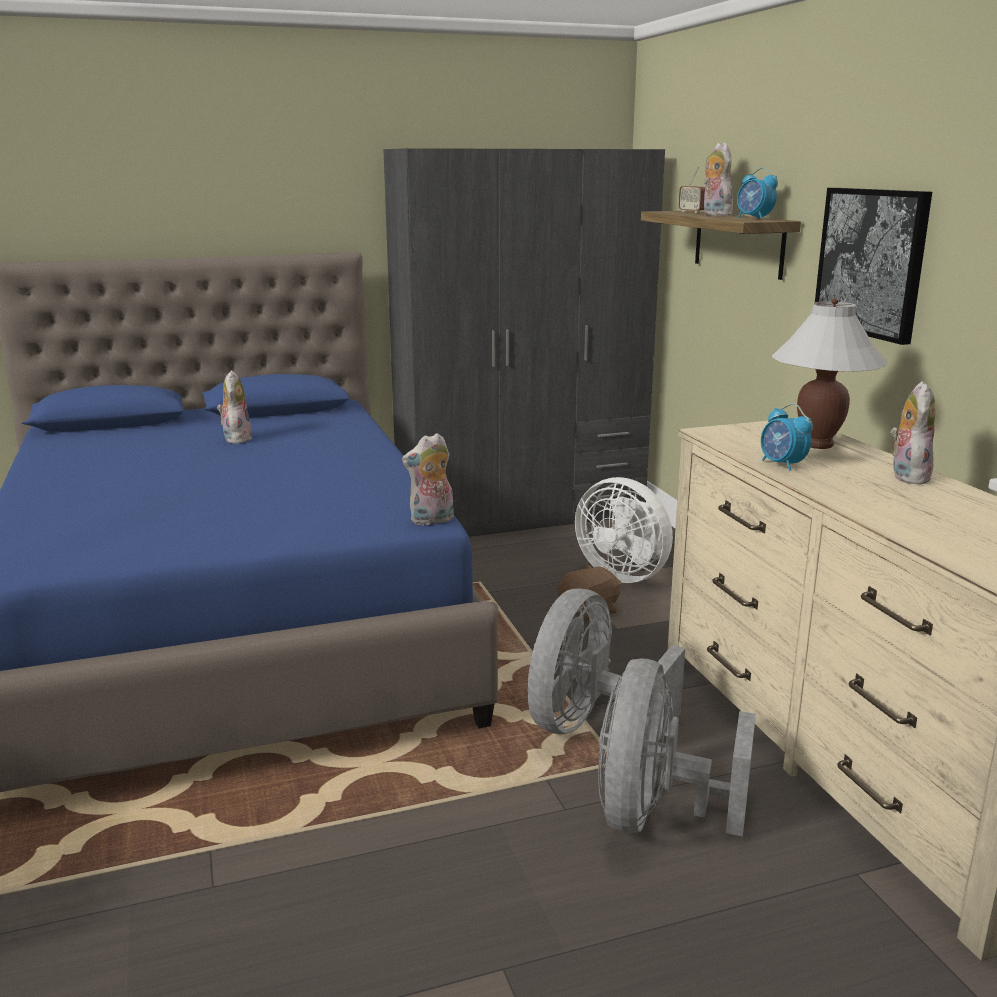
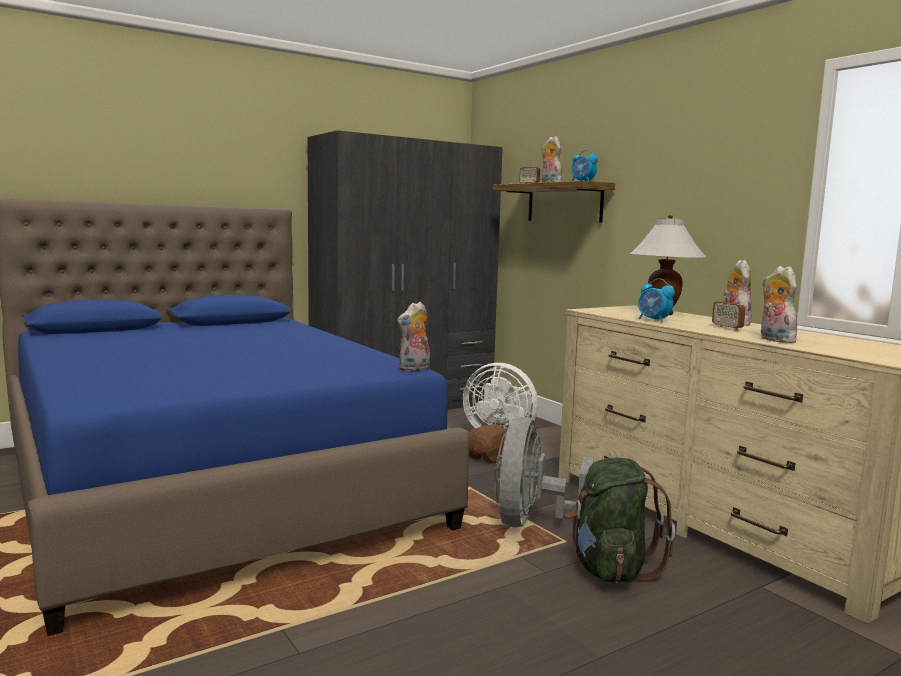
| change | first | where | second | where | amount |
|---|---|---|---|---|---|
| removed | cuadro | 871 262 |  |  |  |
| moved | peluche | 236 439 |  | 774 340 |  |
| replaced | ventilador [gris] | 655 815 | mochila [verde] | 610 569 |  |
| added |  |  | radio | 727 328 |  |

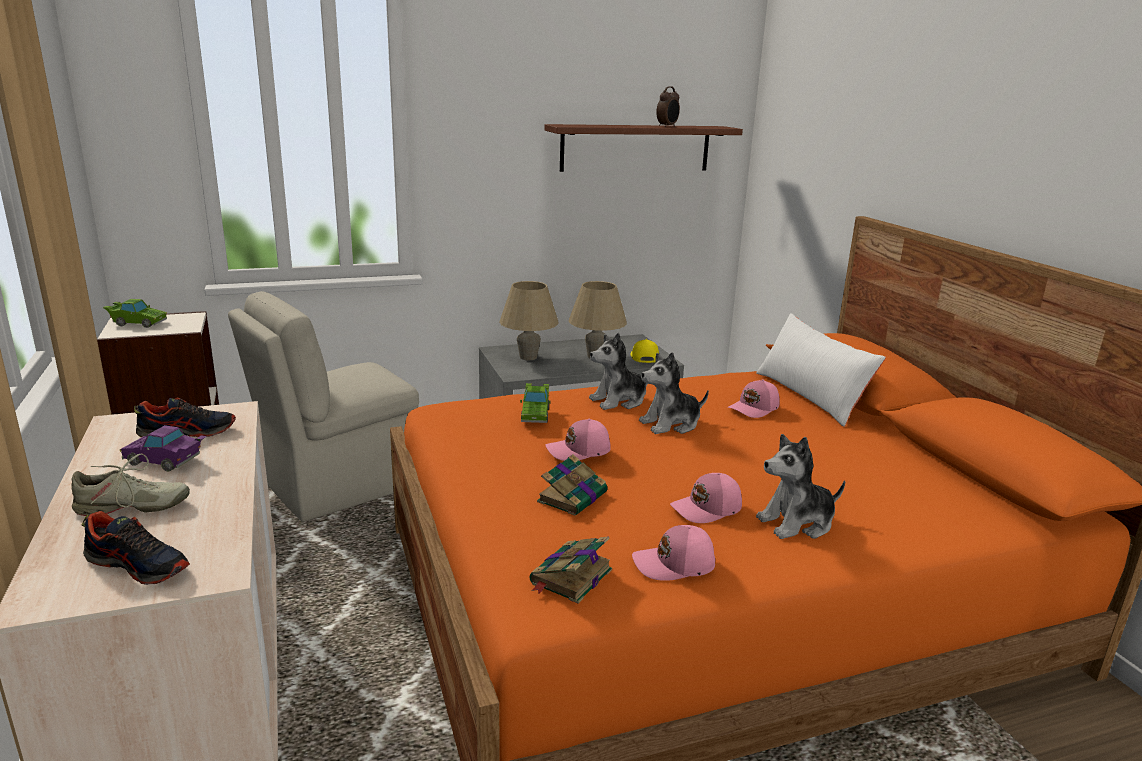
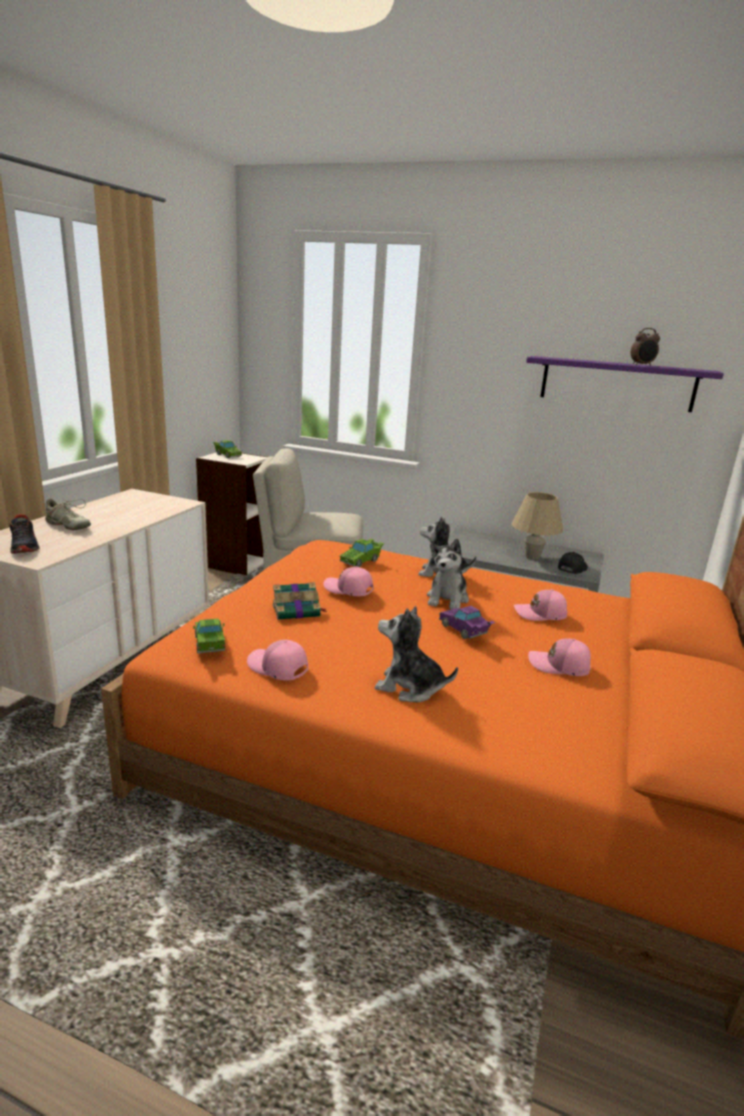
| change | first | where | second | where | amount |
|---|---|---|---|---|---|
| recoloured | estante [marrón] | 636 148 | estante [morado] | 617 383 |  |
| removed | lámpara de mesa [beis] | 528 357 |  |  |  |
| removed | cojín [blanco] | 810 396 |  |  |  |
| recoloured | gorra [amarillo] | 643 357 | gorra [negro] | 571 568 |  |
| turned | peluche | 671 424 |  | 447 599 | 90 degrees counterclockwise |
| removed | zapato | 188 432 |  |  |  |
| moved | coche de juguete [morado] | 166 461 |  | 465 631 |  |
| moved | gorra [rosa] | 707 509 |  | 559 666 |  |
| replaced | libro | 570 577 | coche de juguete [verde] | 210 645 |  |

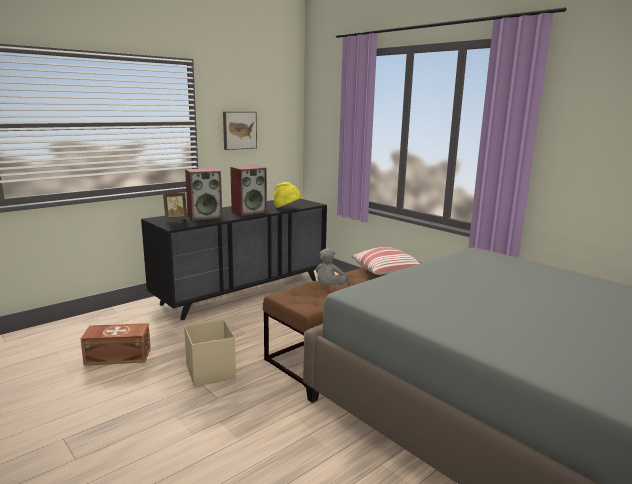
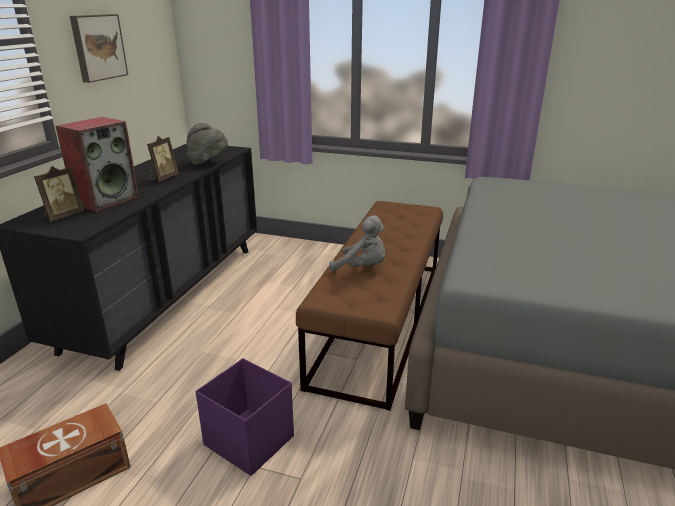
| change | first | where | second | where | amount |
|---|---|---|---|---|---|
| replaced | altavoz | 249 212 | portarretratos | 163 178 |  |
| recoloured | sombrero [amarillo] | 286 208 | sombrero [gris] | 208 163 |  |
| removed | cojín | 387 272 |  |  |  |
| turned | peluche [gris] | 329 287 |  | 362 268 | 60 degrees counterclockwise |
| recoloured | caja de almacenaje [beis] | 211 371 | caja de almacenaje [morado] | 248 440 |  |

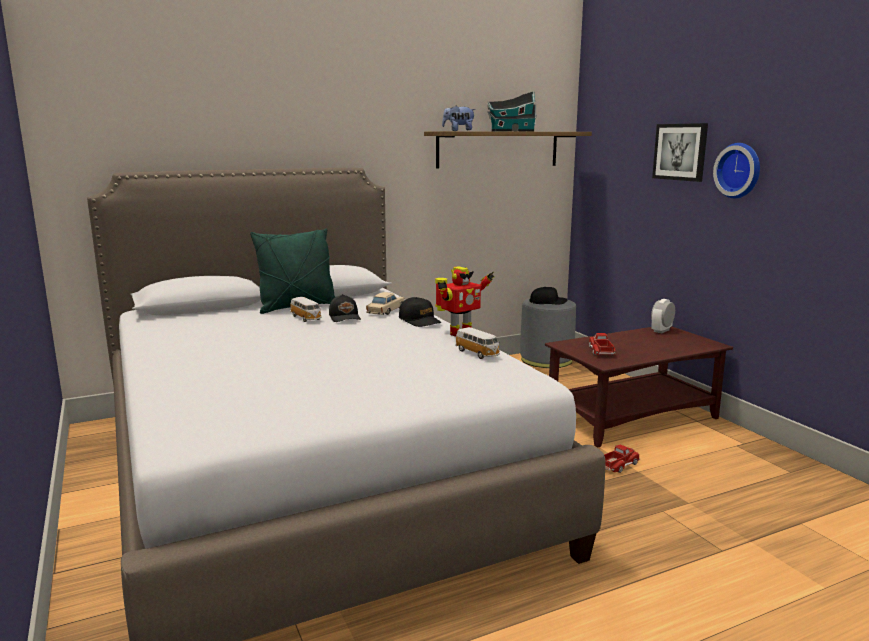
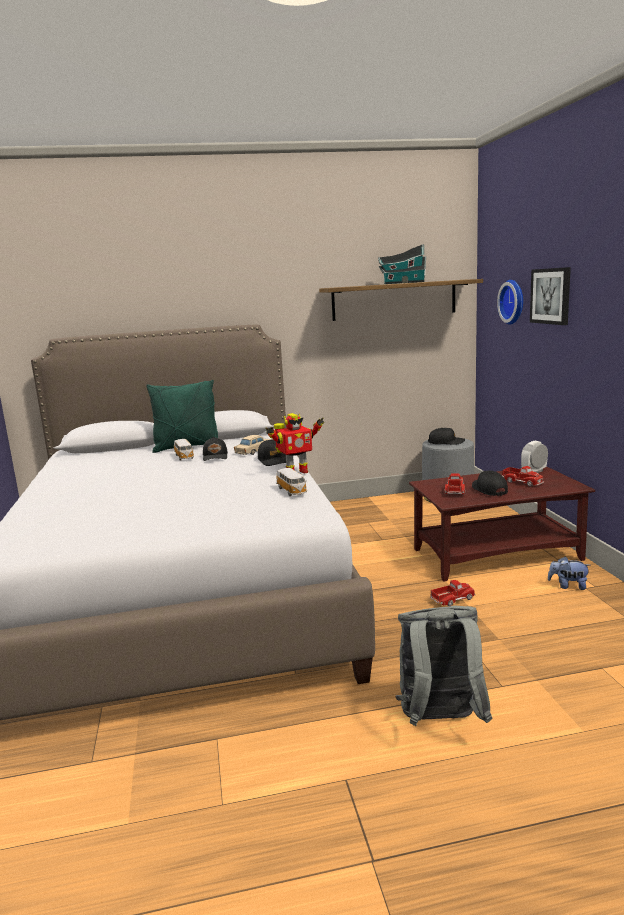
| change | first | where | second | where | amount |
|---|---|---|---|---|---|
| moved | peluche | 458 131 |  | 568 586 |  |
| moved | reloj de pared | 740 170 |  | 514 302 |  |
| added |  |  | camión de juguete | 522 482 |  |
| added |  |  | gorra [negro] | 489 489 |  |
| added |  |  | mochila [gris] | 440 721 |  |

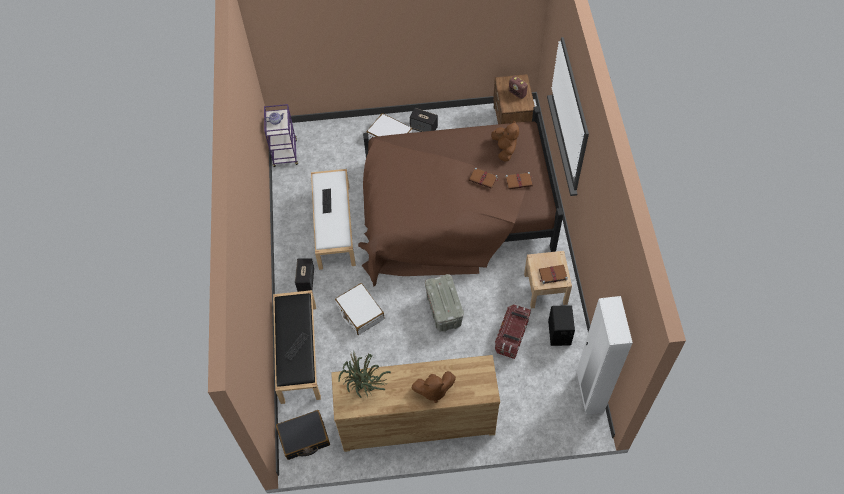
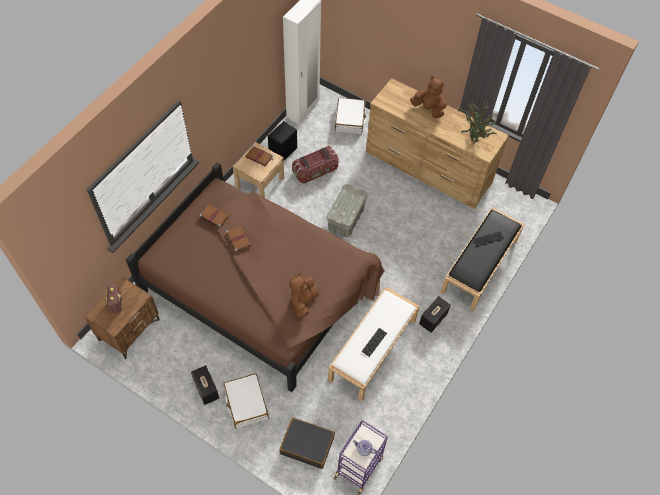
| change | first | where | second | where | amount |
|---|---|---|---|---|---|
| moved | peluche [marrón] | 505 149 |  | 303 301 |  |
| moved | maleta [blanco] | 360 312 |  | 350 120 |  |
| moved | maleta [negro] | 304 438 |  | 307 445 |  |

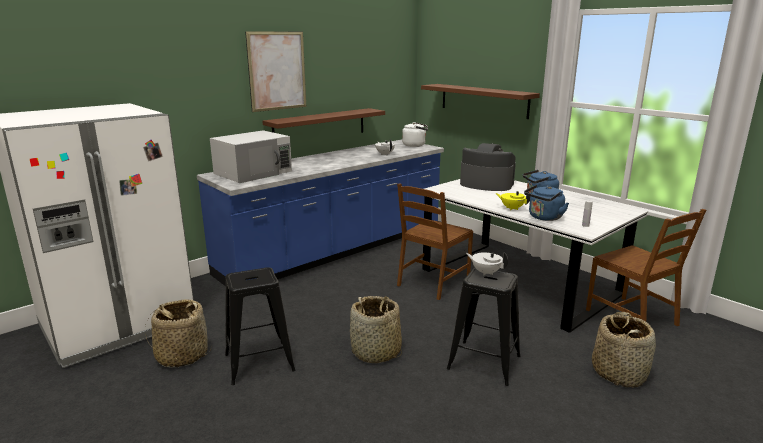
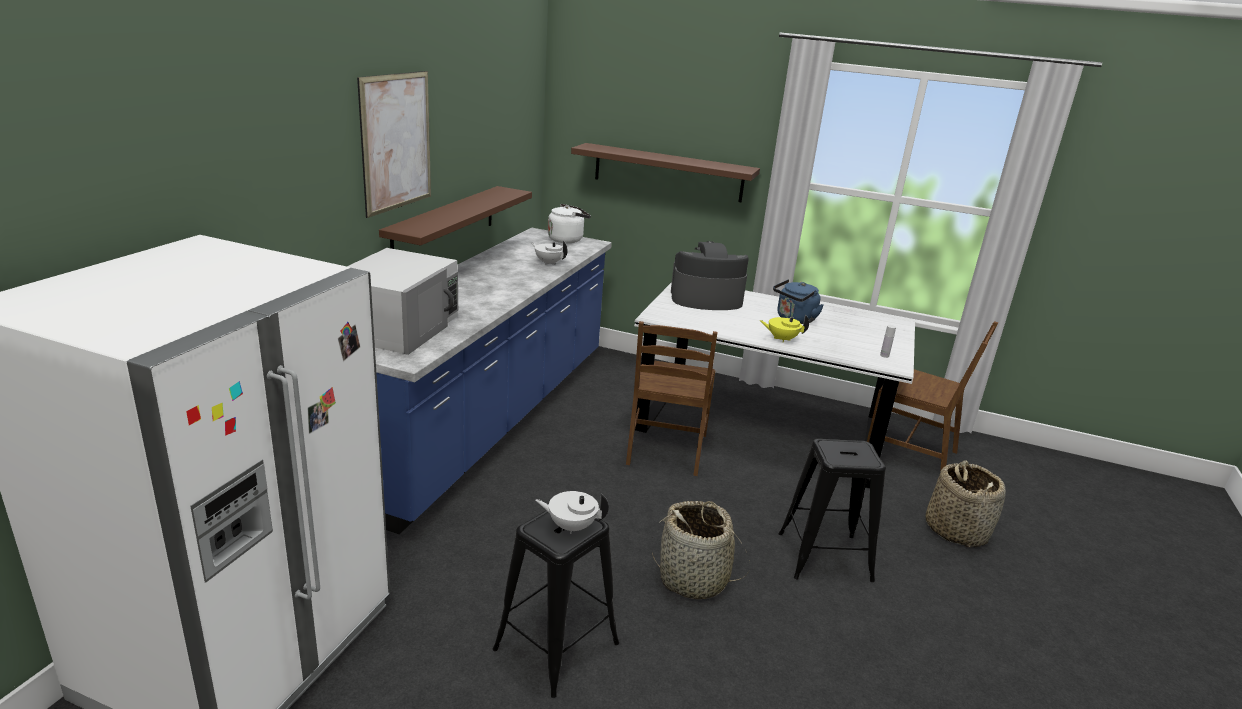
| change | first | where | second | where | amount |
|---|---|---|---|---|---|
| removed | hervidor [azul] | 544 218 |  |  |  |
| moved | tetera [blanco] | 486 272 |  | 571 526 |  |
| removed | cesta | 182 355 |  |  |  |

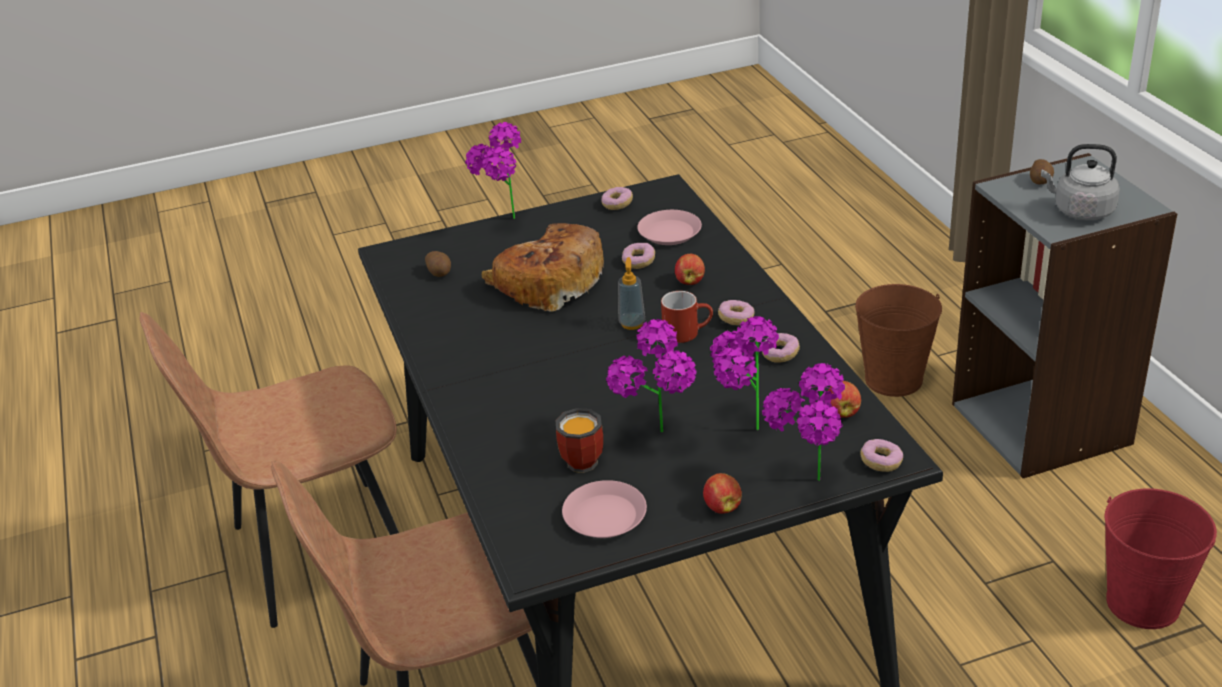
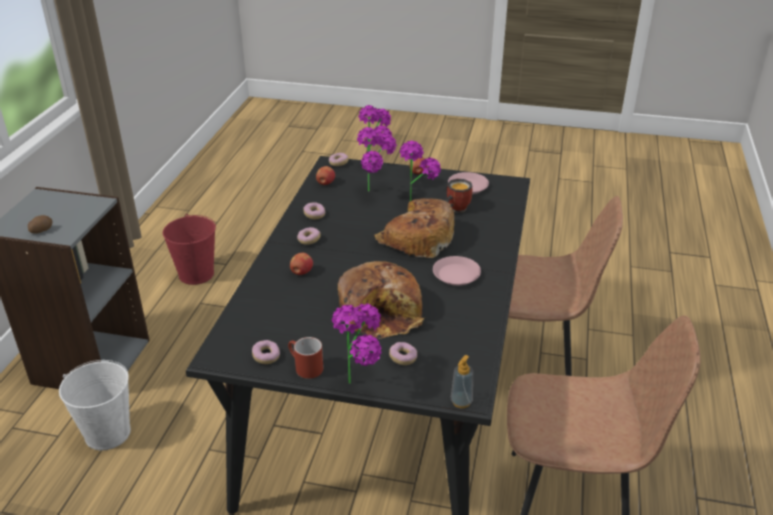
| change | first | where | second | where | amount |
|---|---|---|---|---|---|
| removed | hervidor [gris] | 1080 211 |  |  |  |
| moved | plato [rosa] | 669 232 |  | 456 275 |  |
| moved | rosquilla | 638 262 |  | 403 358 |  |
| removed | patata | 440 272 |  |  |  |
| moved | dispensador de jabón | 632 323 |  | 461 402 |  |
| recoloured | cubo [marrón] | 893 379 | cubo [blanco] | 107 433 |  |
| moved | taza grande [rojo] | 687 332 |  | 304 367 |  |
| added |  |  | pan | 416 238 |  |

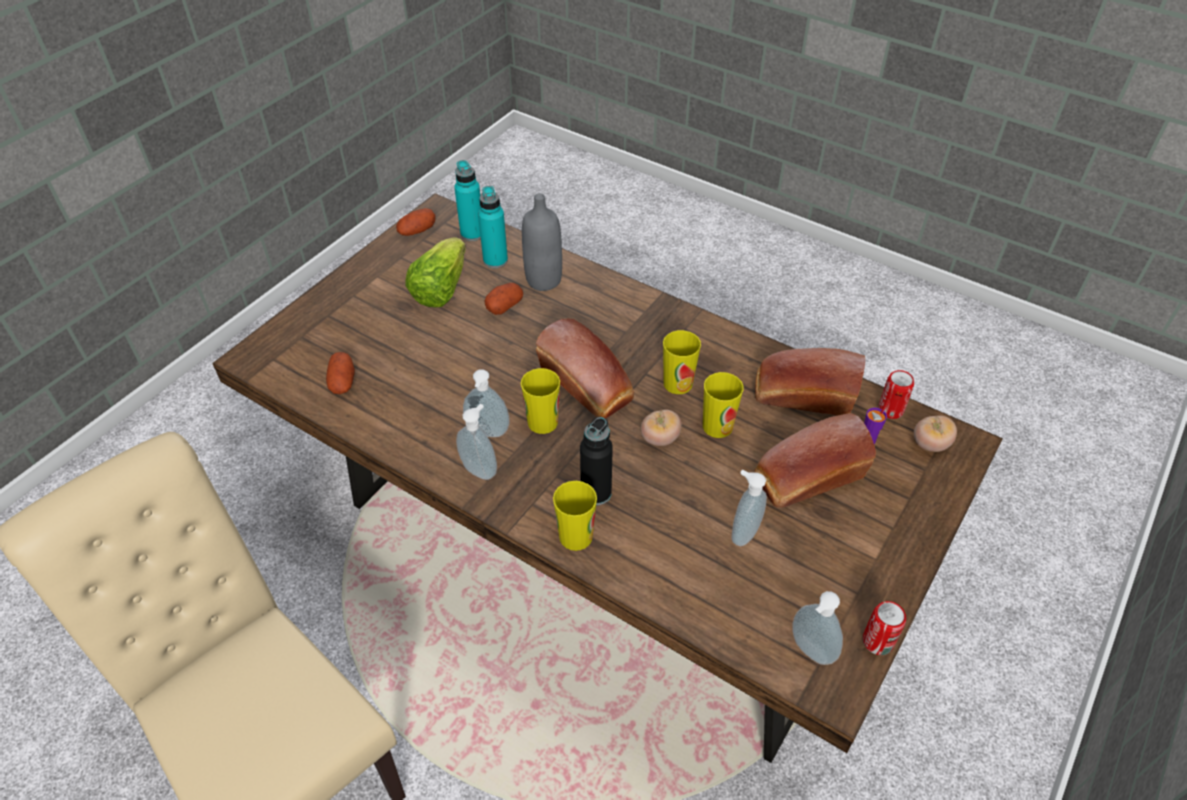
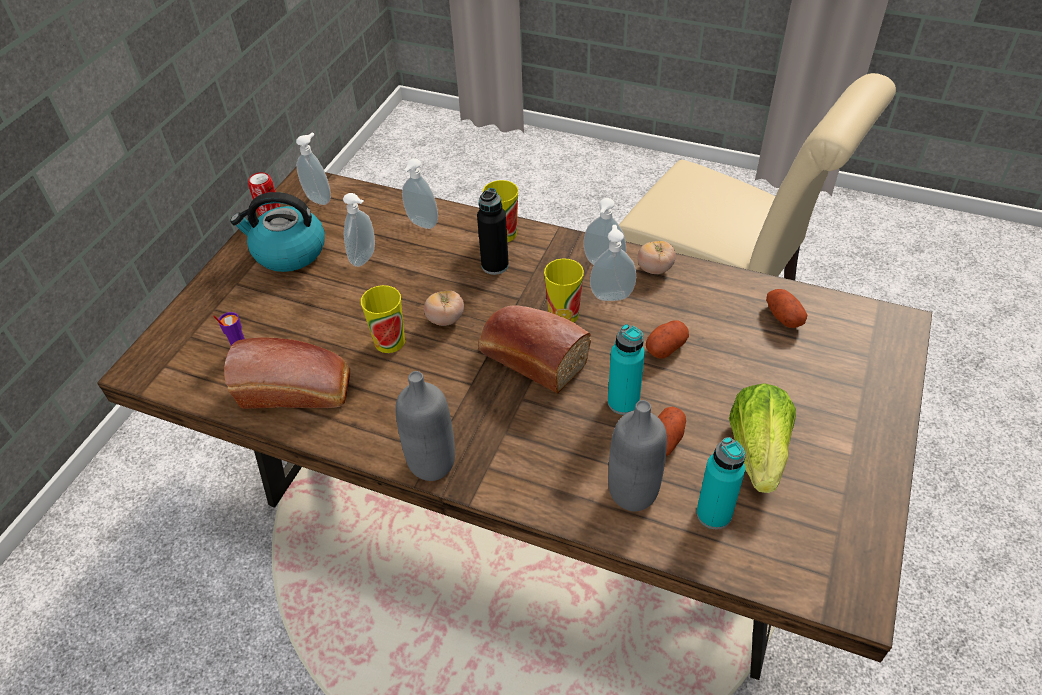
| change | first | where | second | where | amount |
|---|---|---|---|---|---|
| moved | botella [turquesa] | 472 234 |  | 623 402 |  |
| moved | patata | 417 231 |  | 666 347 |  |
| removed | taza | 678 383 |  |  |  |
| removed | lata | 890 410 |  |  |  |
| removed | pan | 806 478 |  |  |  |
| moved | tomate | 930 444 |  | 655 269 |  |
| added |  |  | dispensador de jabón | 421 224 |  |
| added |  |  | hervidor | 288 252 |  |
| added |  |  | botella [gris] | 432 463 |  |

